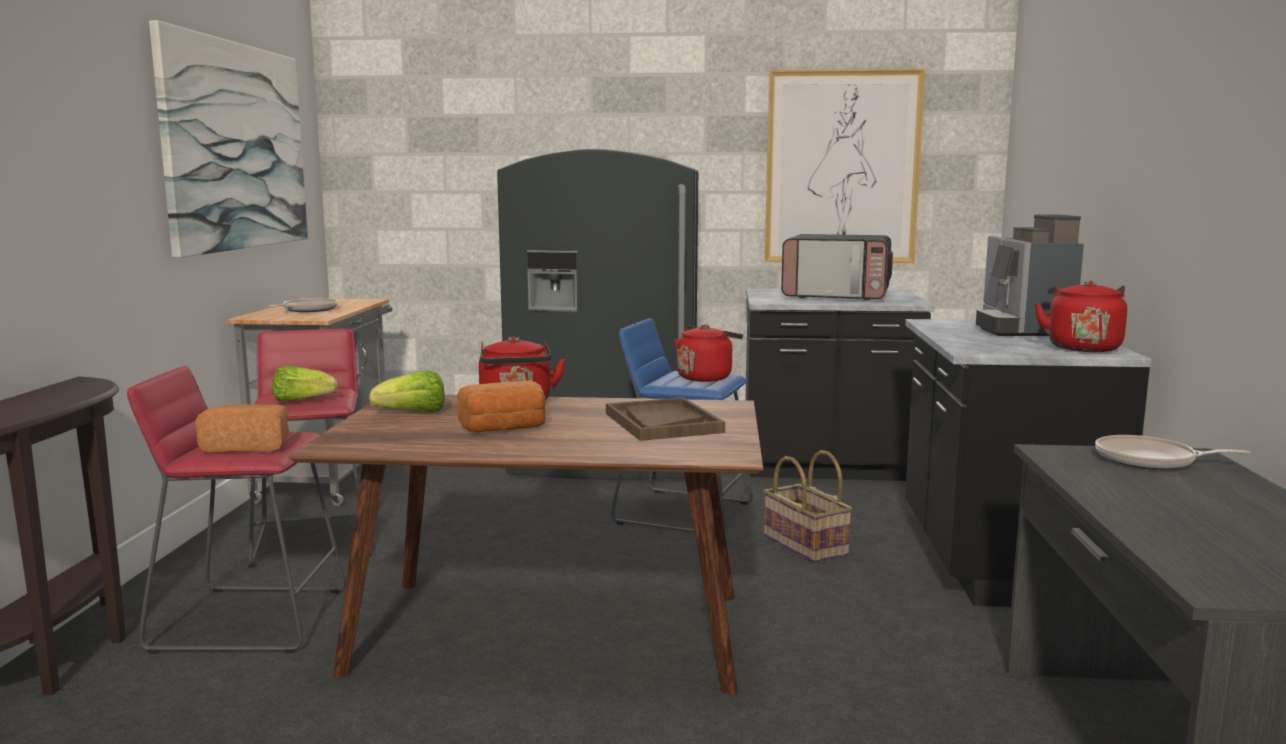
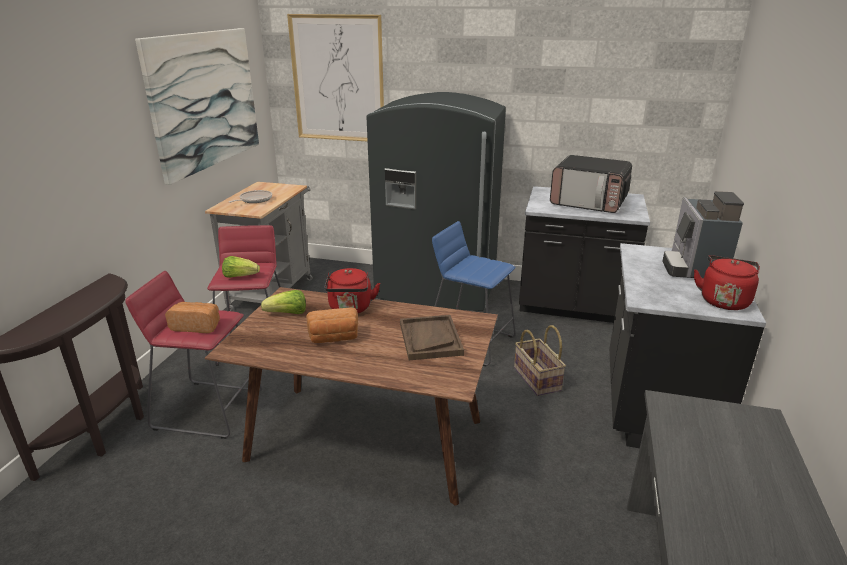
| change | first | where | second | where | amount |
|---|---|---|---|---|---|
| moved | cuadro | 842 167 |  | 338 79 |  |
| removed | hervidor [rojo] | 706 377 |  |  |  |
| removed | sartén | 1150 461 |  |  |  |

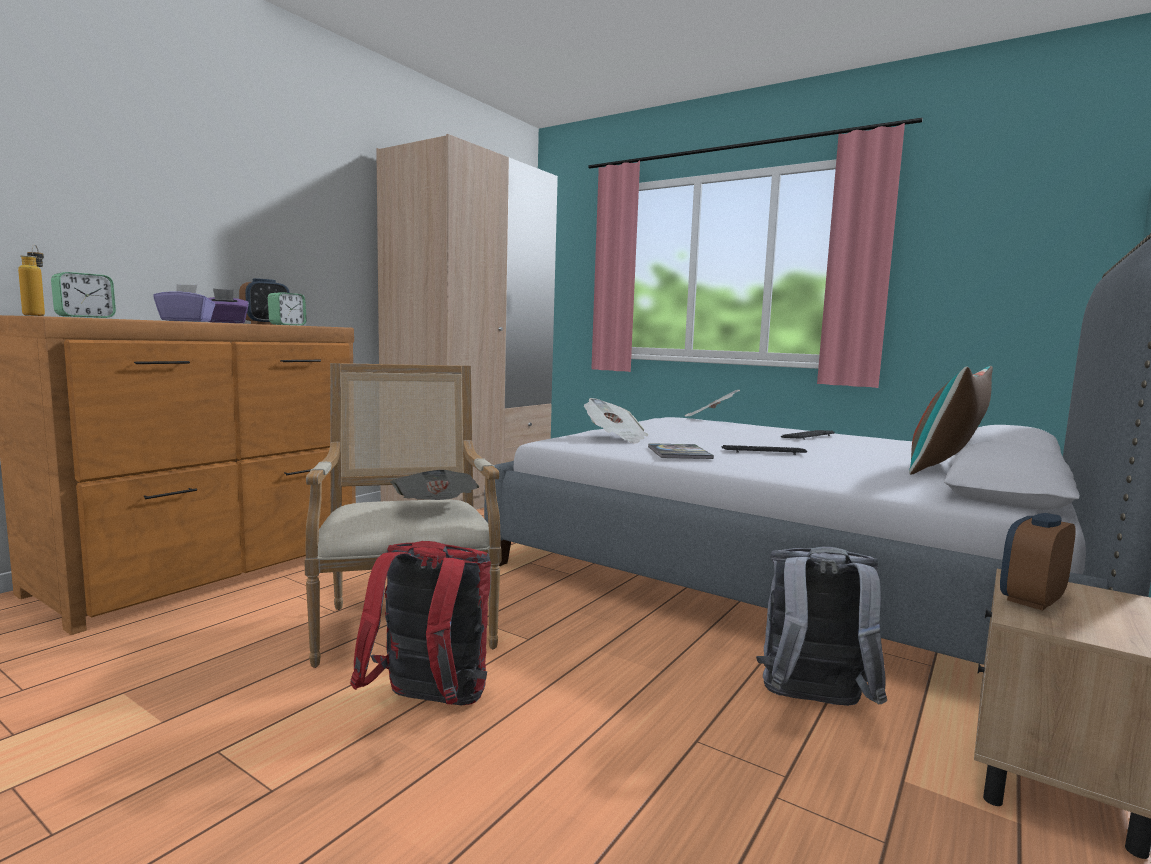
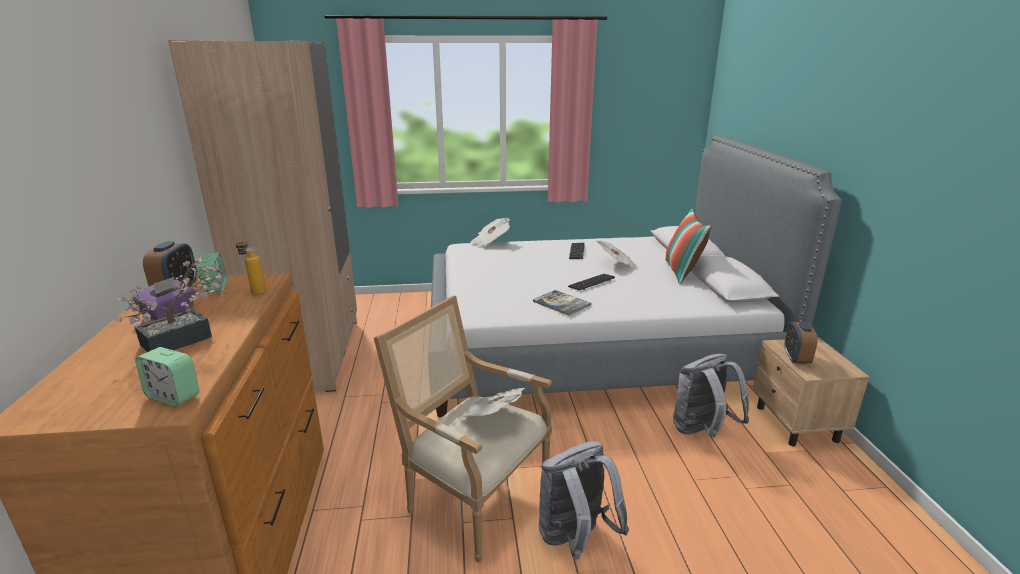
| change | first | where | second | where | amount |
|---|---|---|---|---|---|
| moved | botella | 37 315 |  | 255 291 |  |
| turned | despertador | 85 317 |  | 173 396 | 120 degrees clockwise |
| replaced | caja de pañuelos [morado] | 186 321 | planta en maceta | 185 338 |  |
| moved | periódico | 615 438 |  | 616 264 |  |
| recoloured | mochila [rojo] | 429 704 | mochila [gris] | 575 539 |  |

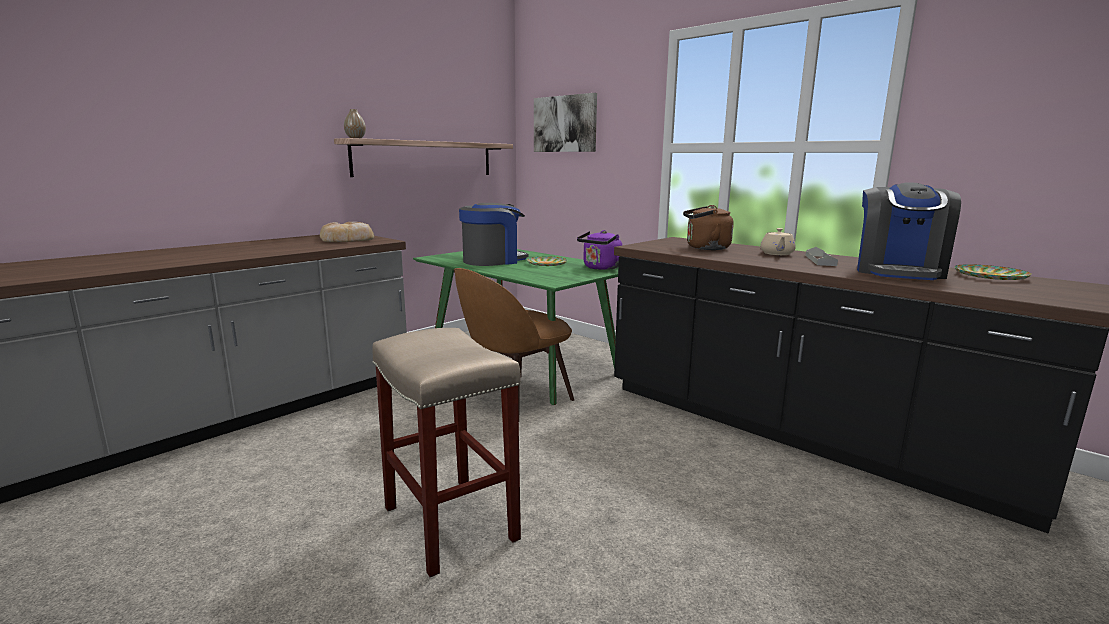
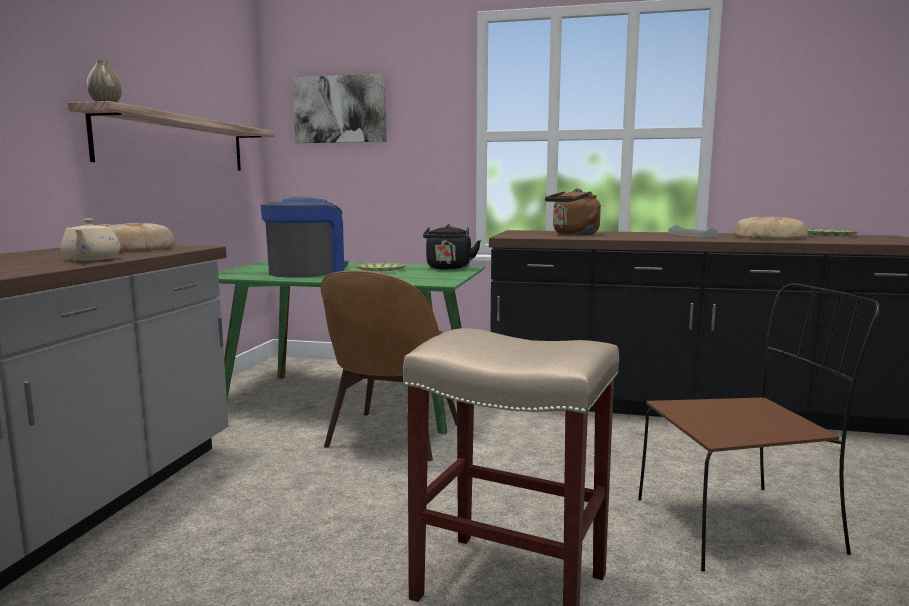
| change | first | where | second | where | amount |
|---|---|---|---|---|---|
| replaced | cafetera | 898 272 | pan | 769 237 |  |
| moved | tetera [beis] | 776 254 |  | 91 259 |  |
| recoloured | hervidor [morado] | 601 268 | hervidor [negro] | 448 268 |  |
| added |  |  | silla [marrón] | 740 525 |  |

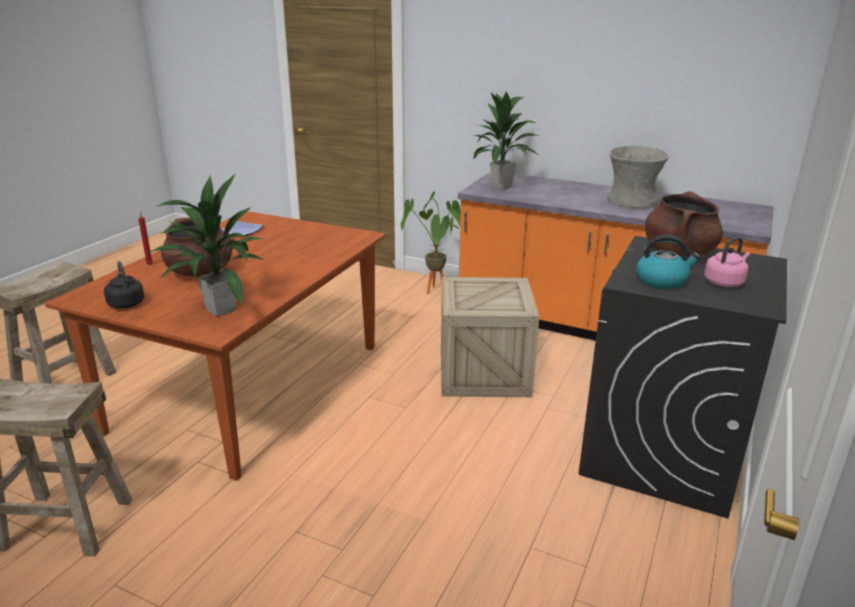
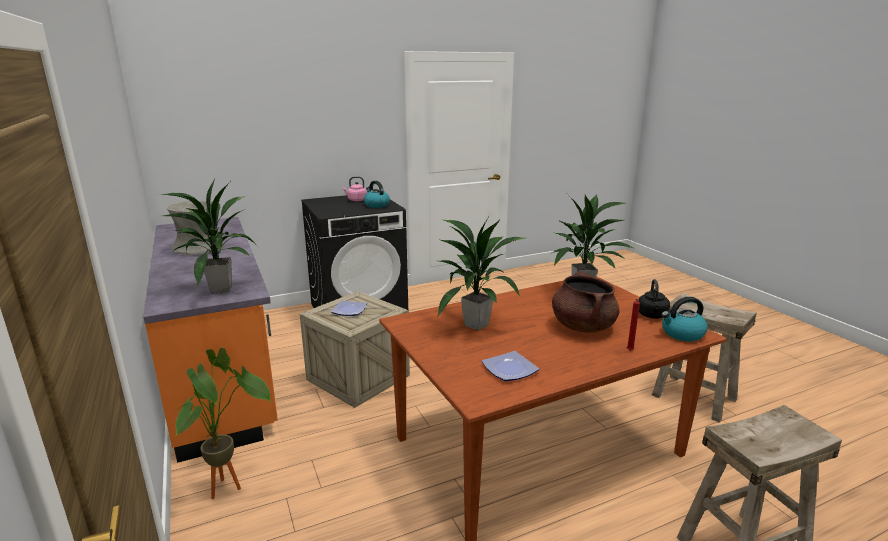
| change | first | where | second | where | amount |
|---|---|---|---|---|---|
| removed | olla [marrón] | 678 253 |  |  |  |
| added |  |  | planta en maceta | 475 324 |  |
| added |  |  | hervidor | 682 334 |  |
| added |  |  | plato | 350 310 |  |

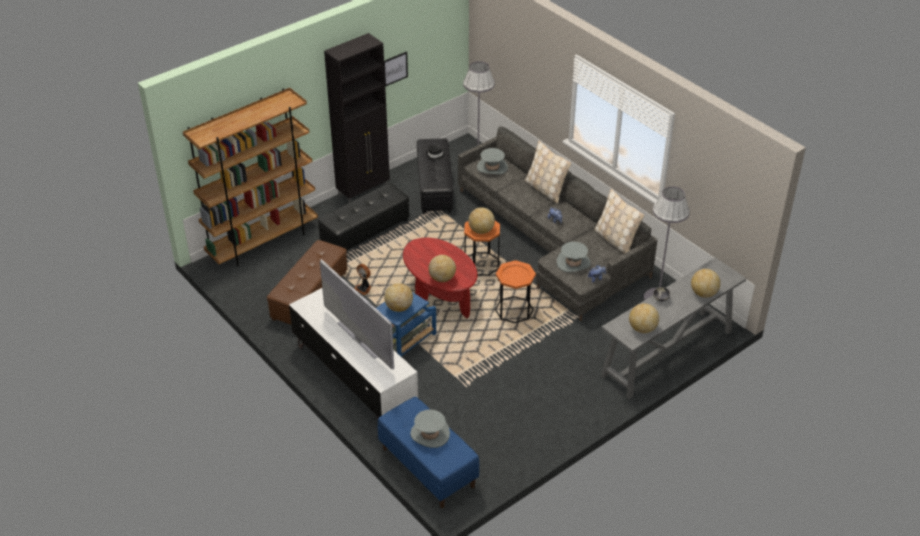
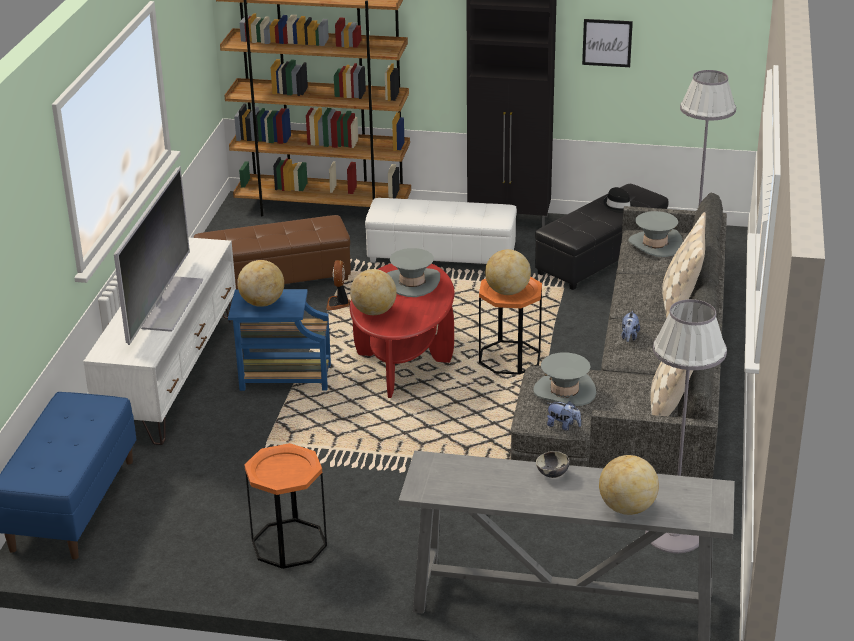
| change | first | where | second | where | amount |
|---|---|---|---|---|---|
| recoloured | puf [negro] | 365 231 | puf [blanco] | 442 255 |  |
| moved | mesa auxiliar [naranja] | 514 310 |  | 289 543 |  |
| removed | globo terráqueo | 642 329 |  |  |  |
| moved | sombrero [gris] | 430 434 |  | 412 283 |  |

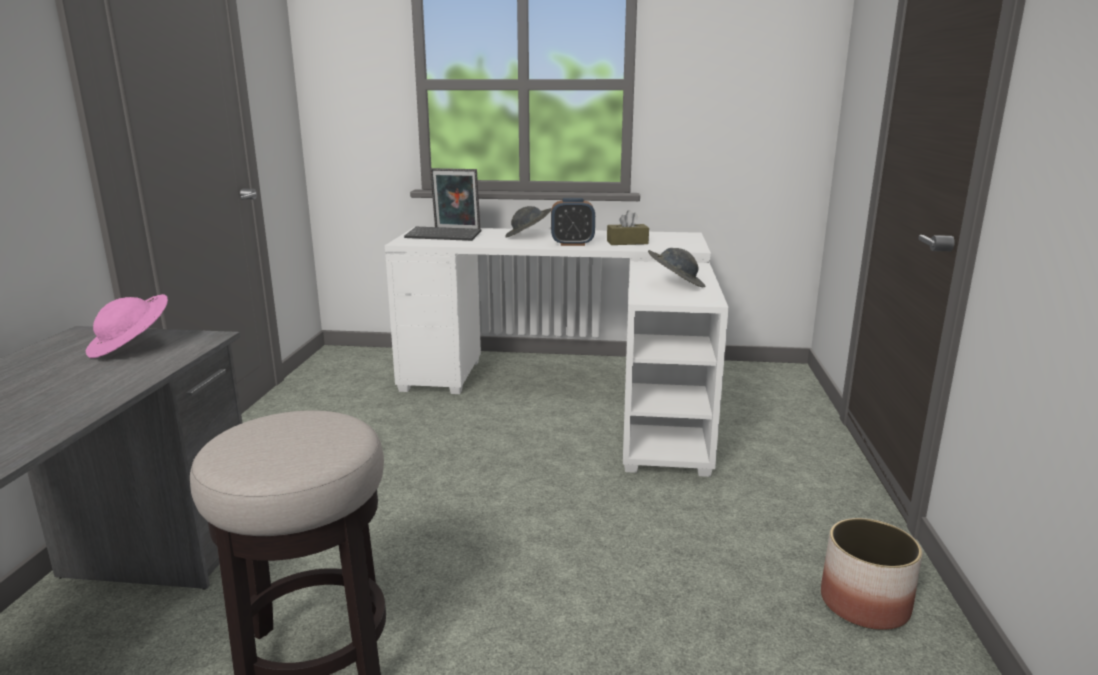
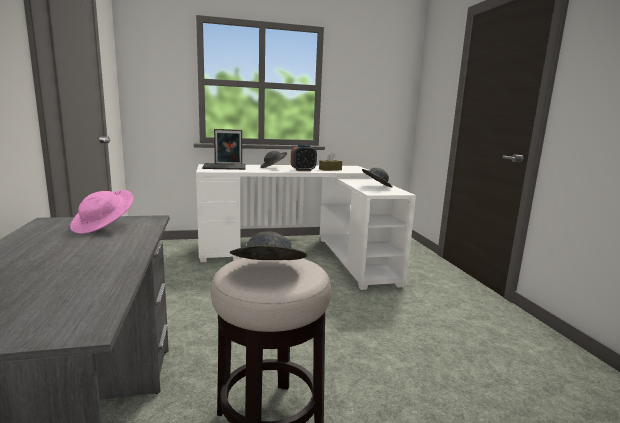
| change | first | where | second | where | amount |
|---|---|---|---|---|---|
| removed | maceta | 865 604 |  |  |  |
| added |  |  | sombrero [gris] | 267 271 |  |

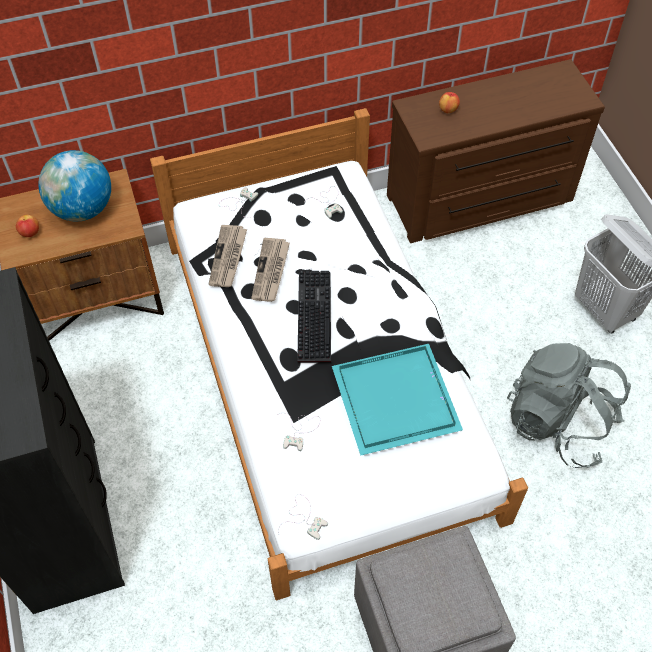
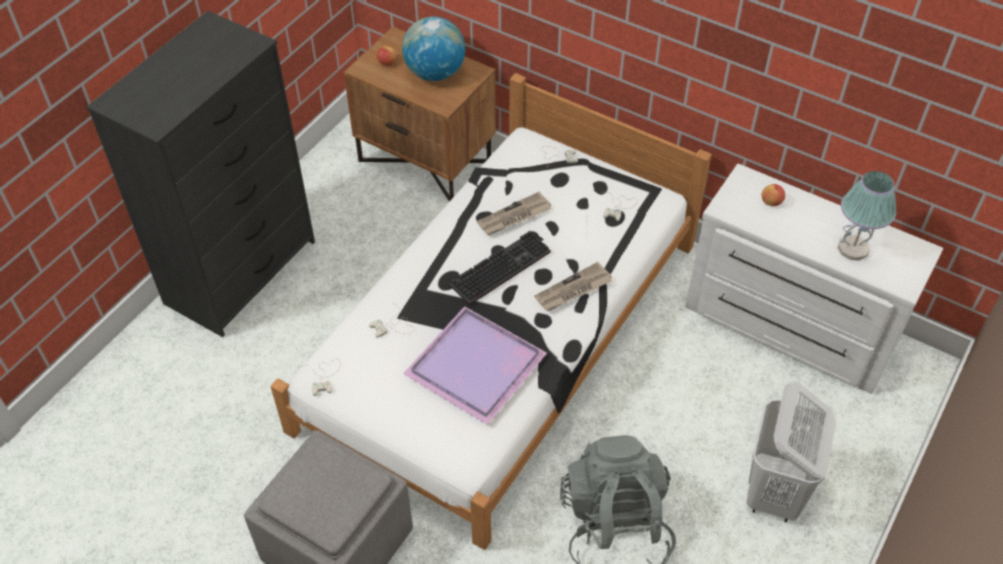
| change | first | where | second | where | amount |
|---|---|---|---|---|---|
| recoloured | cómoda [marrón] | 481 201 | cómoda [blanco] | 788 327 |  |
| moved | periódico | 228 258 |  | 573 290 |  |
| recoloured | bandeja [turquesa] | 398 401 | bandeja [morado] | 476 368 |  |
| added |  |  | lámpara de mesa | 853 248 |  |

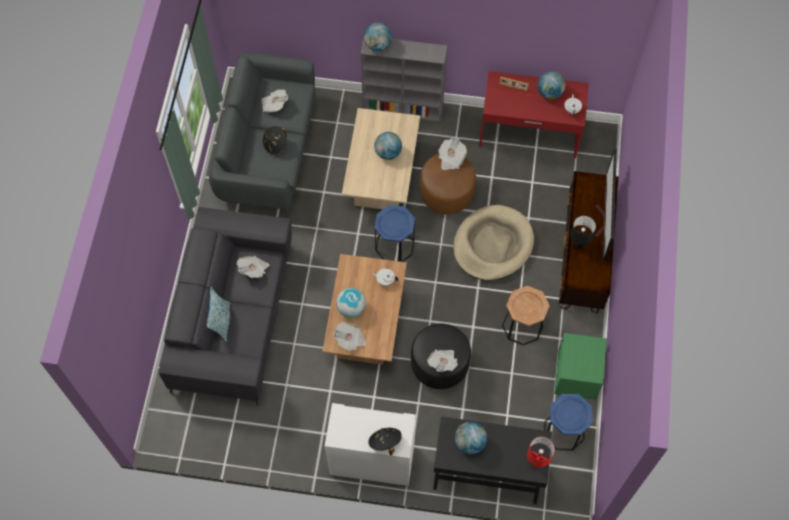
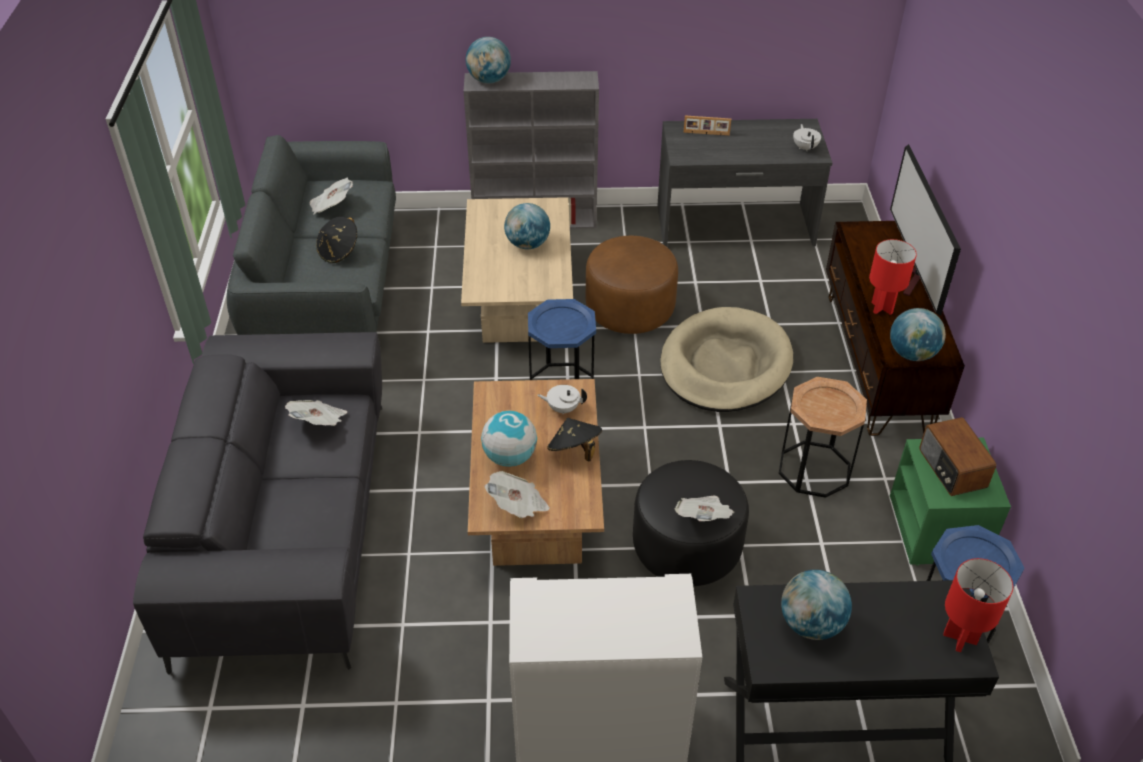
| change | first | where | second | where | amount |
|---|---|---|---|---|---|
| recoloured | escritorio [rojo] | 529 133 | escritorio [gris] | 735 226 |  |
| moved | globo terráqueo | 550 93 |  | 912 354 |  |
| removed | periódico | 451 158 |  |  |  |
| recoloured | lámpara de mesa [negro] | 578 244 | lámpara de mesa [rojo] | 881 308 |  |
| removed | cojín | 221 322 |  |  |  |
| moved | sombrero [negro] | 385 442 |  | 574 451 |  |
| added |  |  | radio | 951 469 |  |

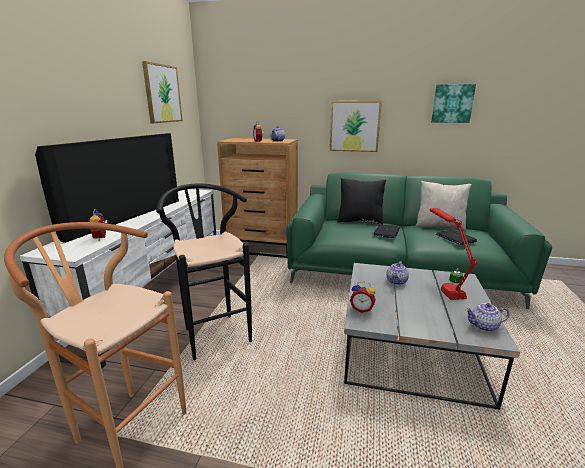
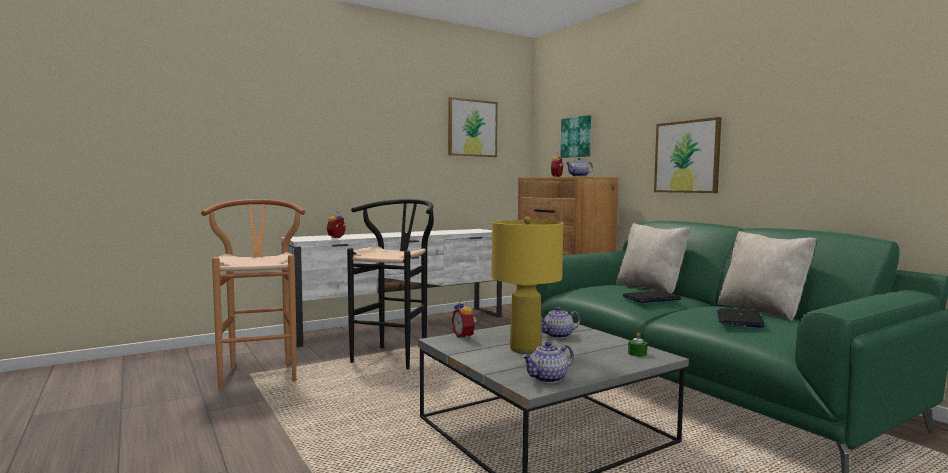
| change | first | where | second | where | amount |
|---|---|---|---|---|---|
| moved | cuadro | 452 103 |  | 577 137 |  |
| removed | televisor | 126 217 |  |  |  |
| recoloured | cojín [negro] | 360 221 | cojín [beis] | 650 289 |  |
| removed | lámpara de mesa [rojo] | 443 284 |  |  |  |
| turned | tetera | 484 326 |  | 548 379 | 75 degrees counterclockwise |
| added |  |  | lámpara de mesa [amarillo] | 525 349 |  |

